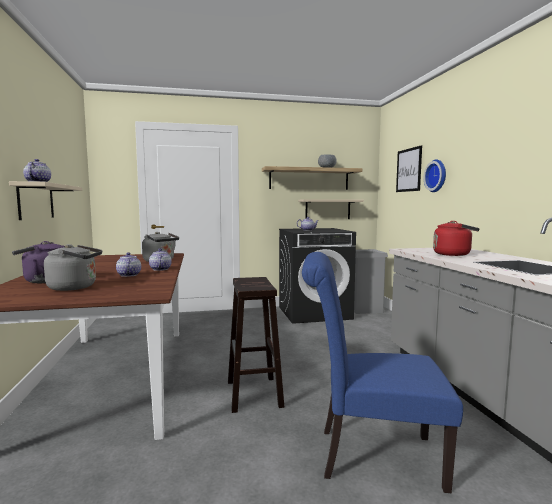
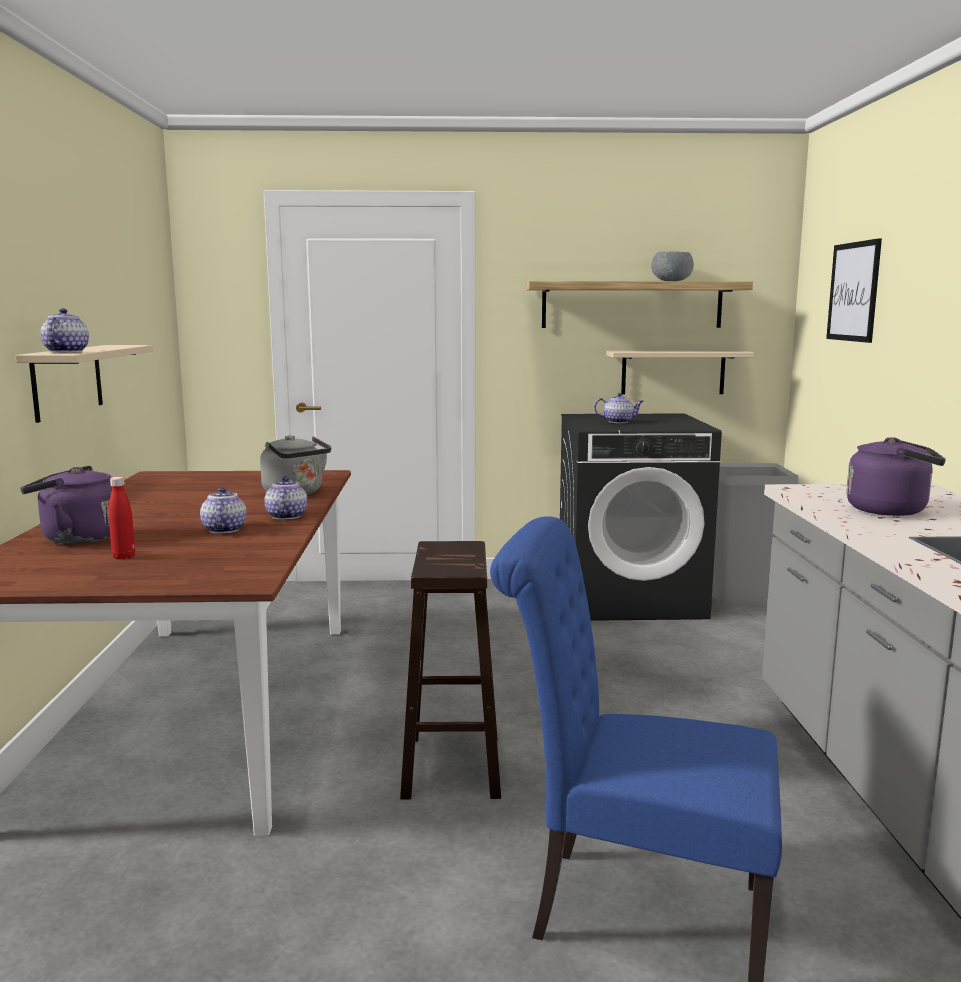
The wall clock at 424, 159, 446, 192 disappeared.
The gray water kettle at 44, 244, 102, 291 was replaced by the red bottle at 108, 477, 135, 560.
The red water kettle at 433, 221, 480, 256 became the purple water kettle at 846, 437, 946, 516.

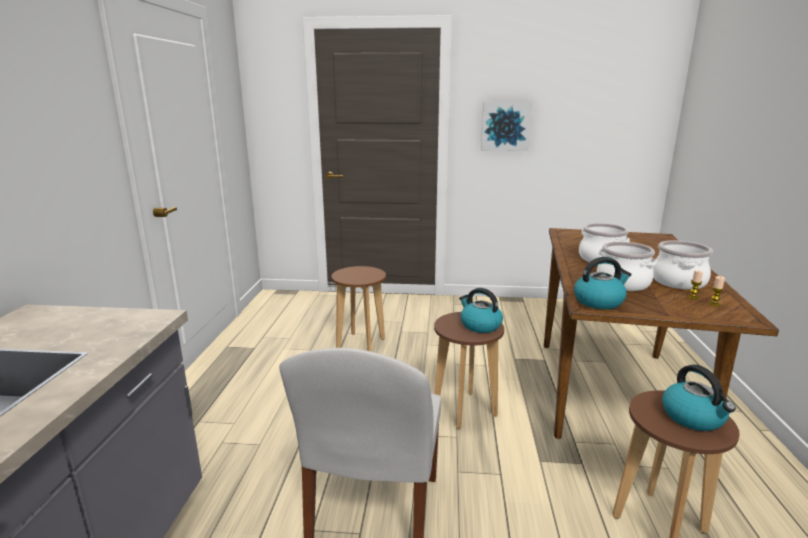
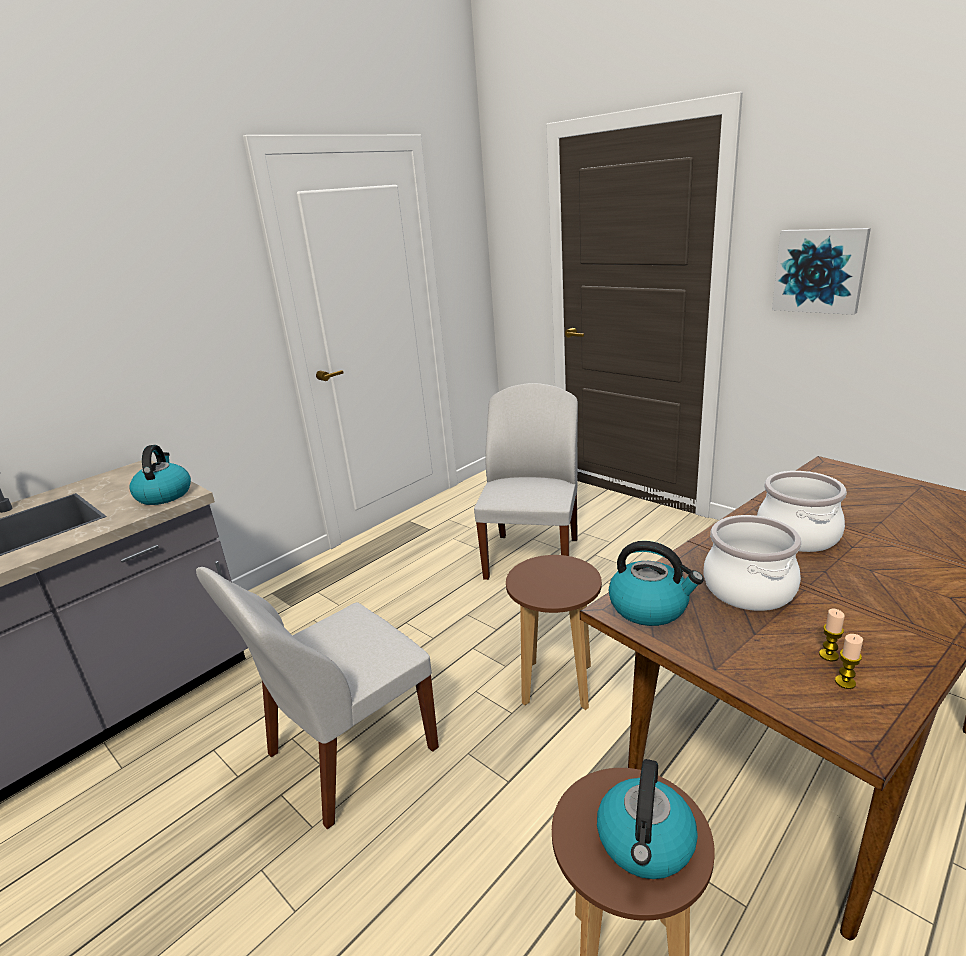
The saucepot at 652, 240, 713, 290 disappeared.
The water kettle moved from 459, 288, 503, 333 to 129, 445, 191, 505.
The brownish sitting stool at 332, 266, 386, 352 was replaced by the white-coloured plain chair at 474, 383, 578, 580.

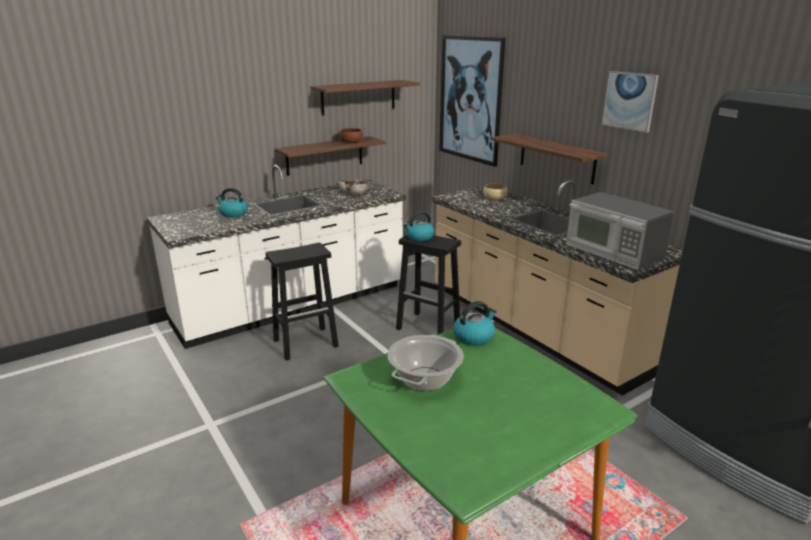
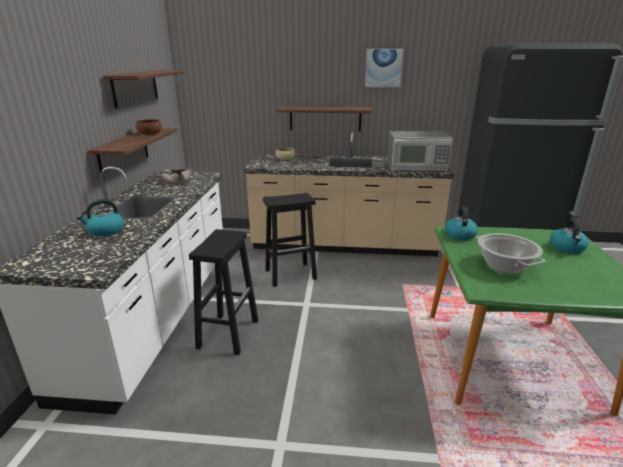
The wall art at 439, 35, 506, 167 disappeared.
The water kettle moved from 403, 211, 434, 241 to 550, 217, 589, 253.

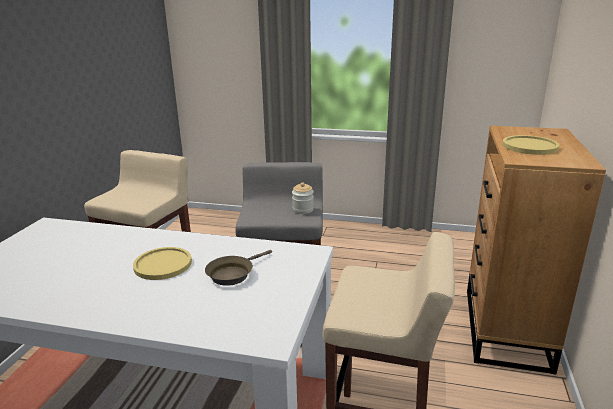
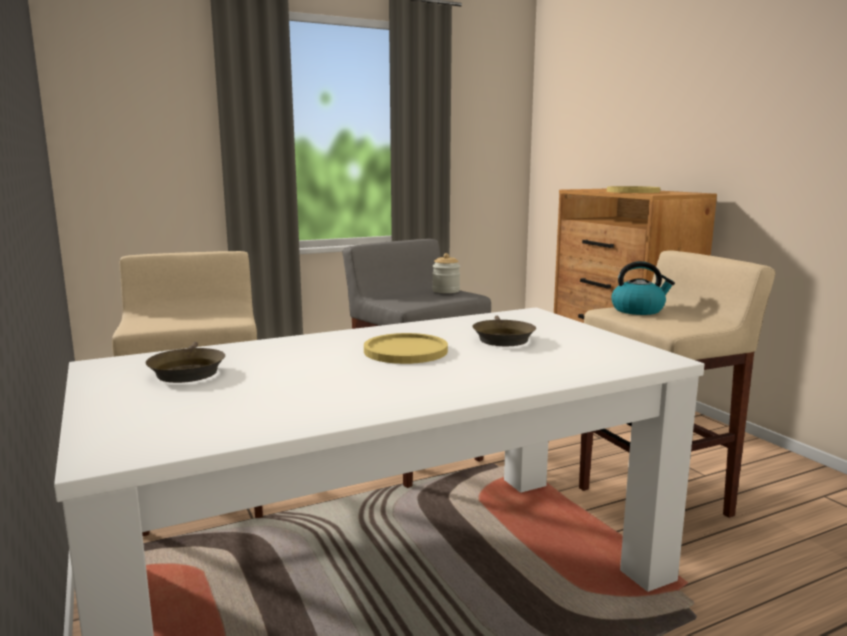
The brownish pan at 146, 342, 225, 383 appeared.
The water kettle at 611, 261, 675, 315 appeared.

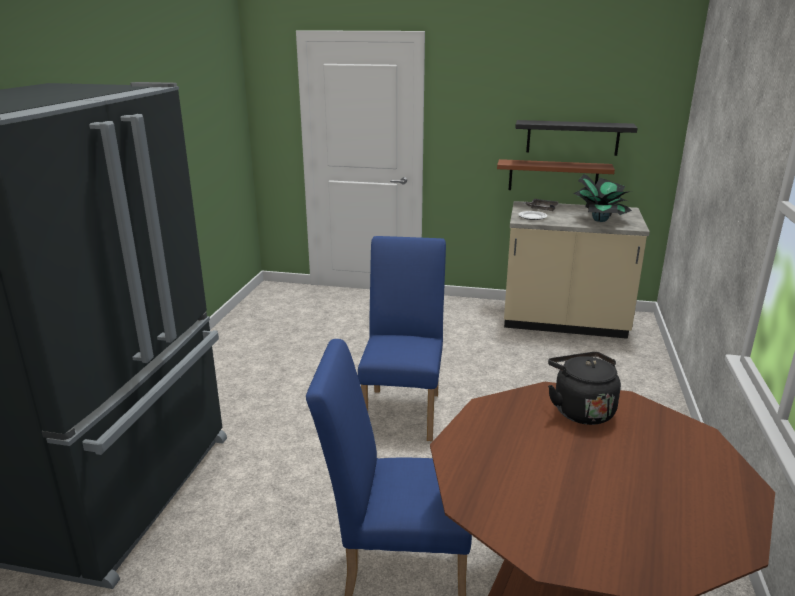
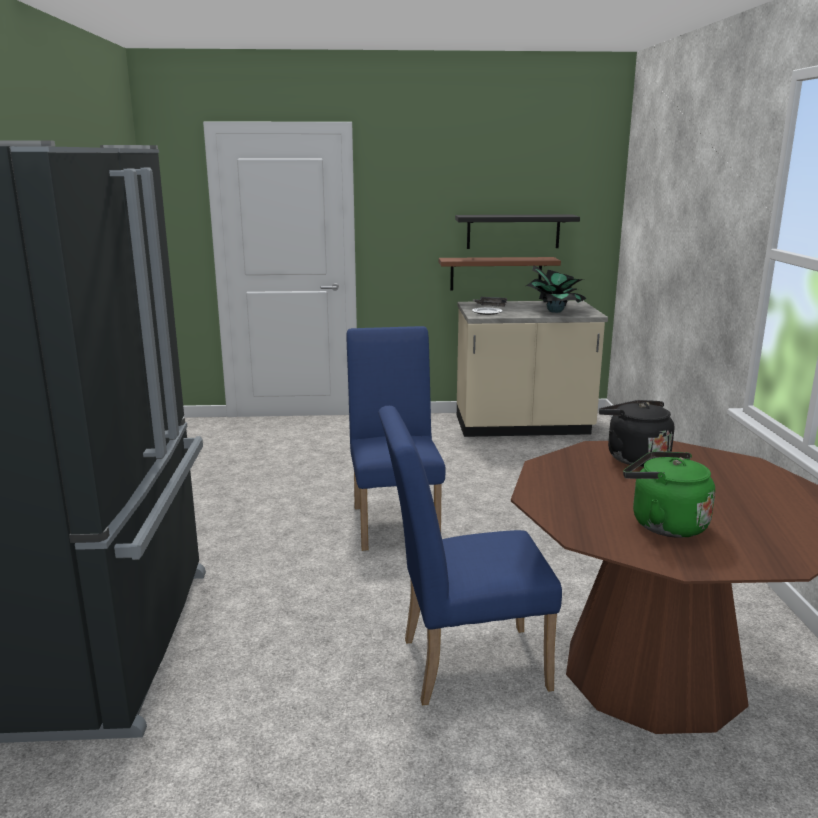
The greenish water kettle at 623, 451, 715, 538 appeared.

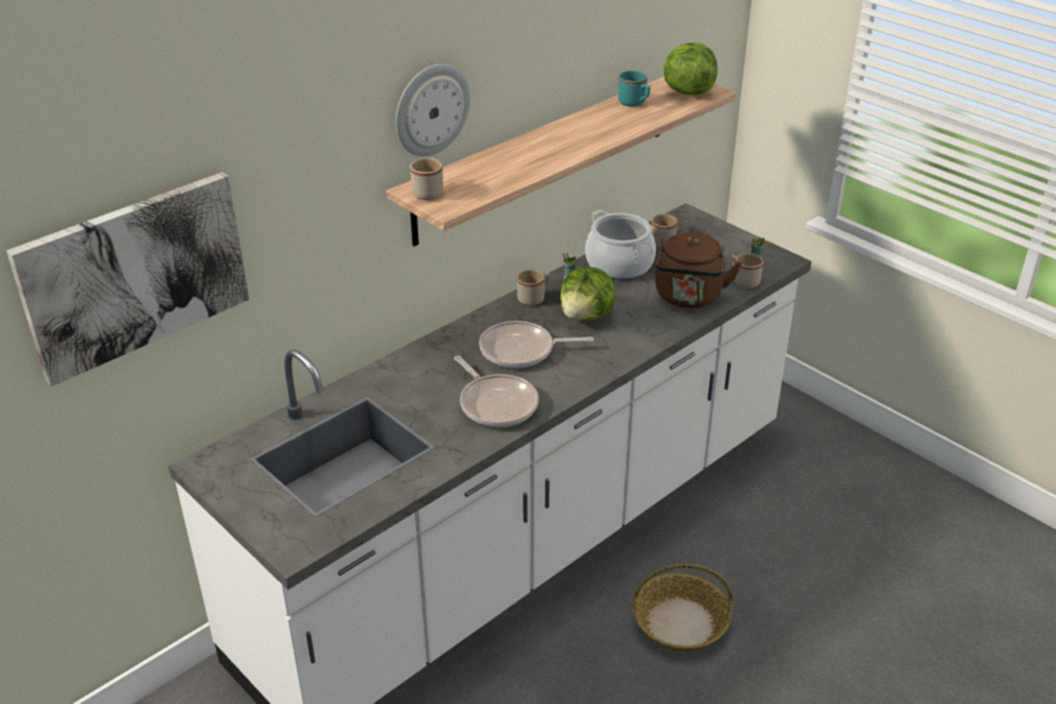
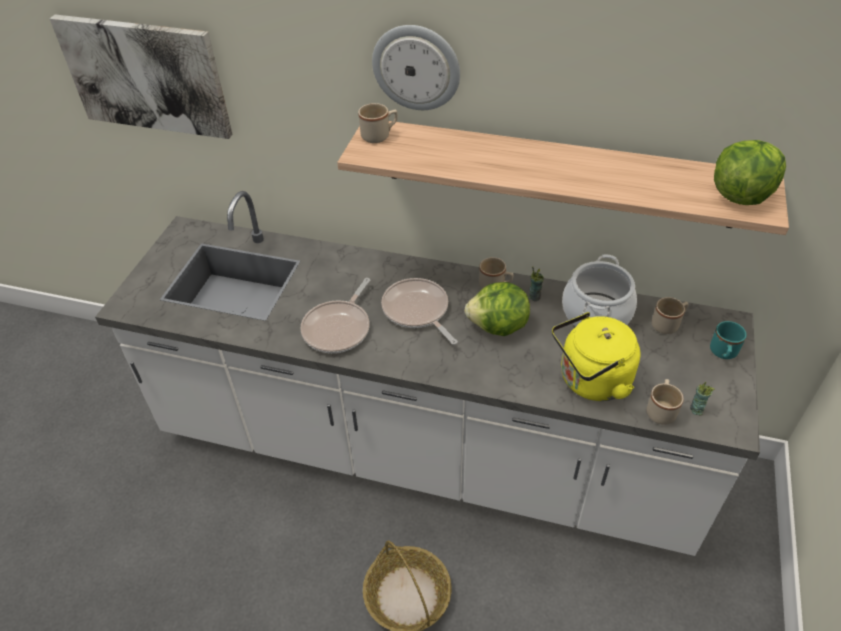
The turquoise coffee mug moved from 618, 71, 650, 107 to 710, 321, 747, 359.
The brownish water kettle at 655, 233, 742, 308 became the yellowish water kettle at 552, 312, 641, 401.

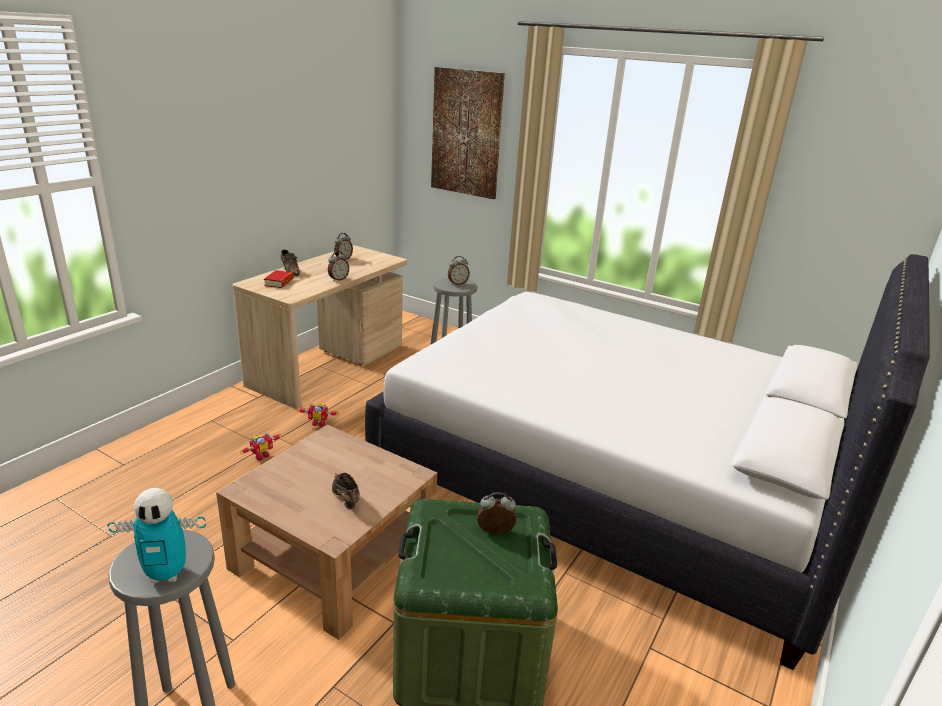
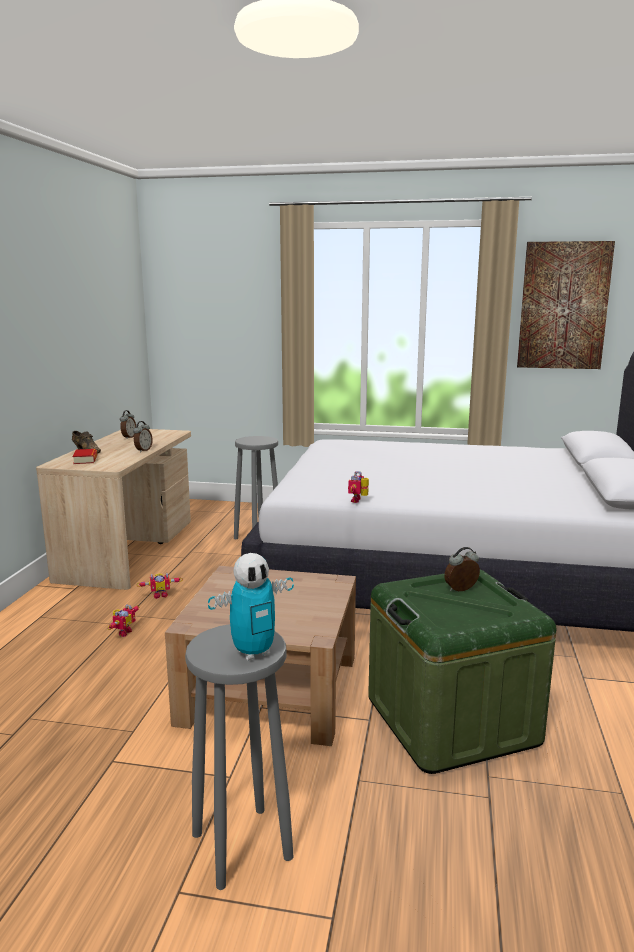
The brownish shoe at 332, 473, 360, 509 disappeared.
The bedside clock at 448, 256, 470, 285 disappeared.
The model robot at 348, 471, 369, 503 appeared.
The wall art moved from 431, 67, 505, 199 to 517, 241, 615, 369.

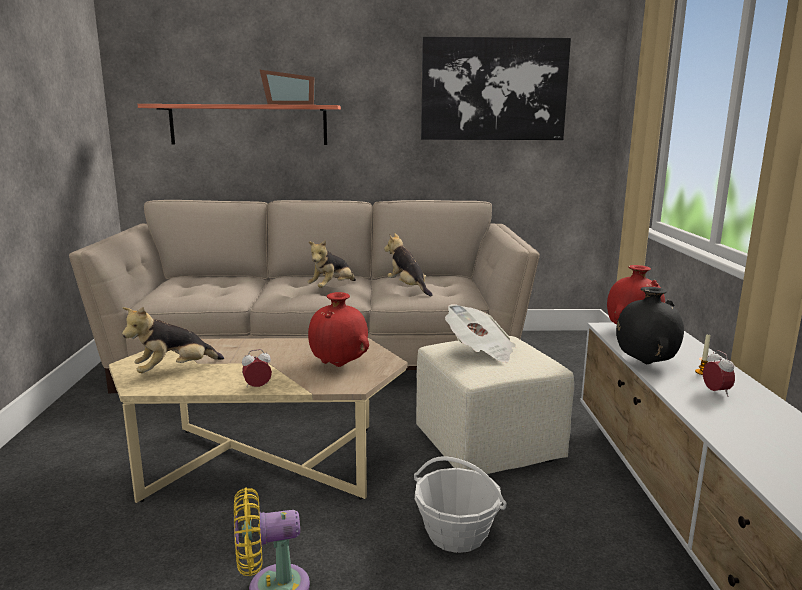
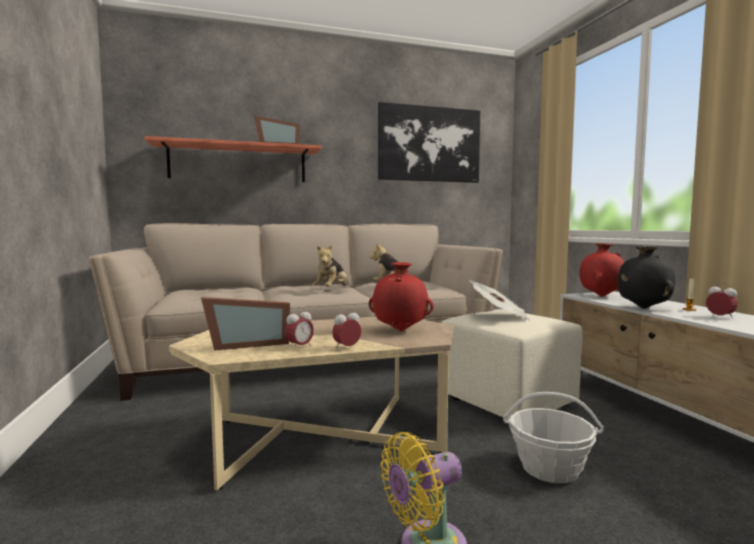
The bedside clock at 285, 308, 314, 350 appeared.
The soft toy at 122, 307, 224, 373 was replaced by the picture frame at 201, 297, 290, 351.

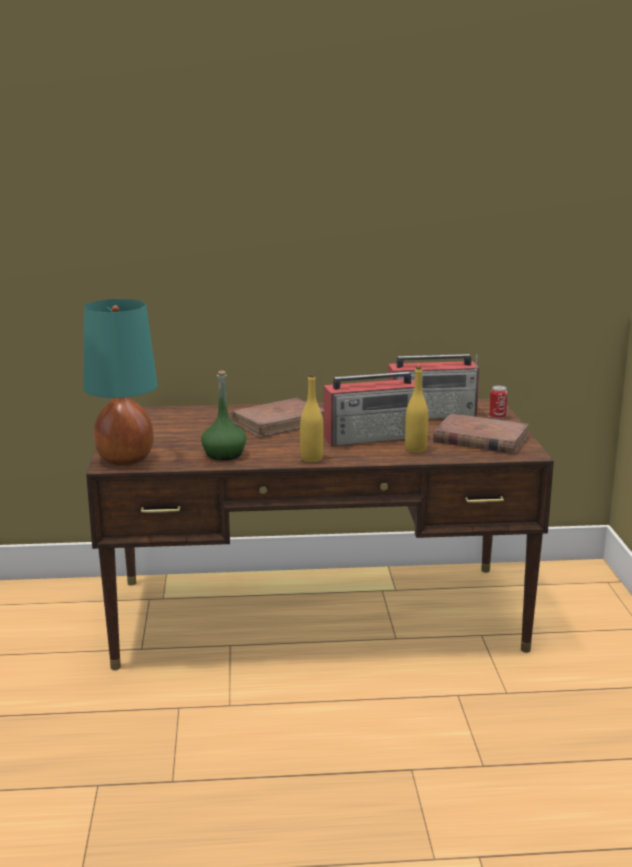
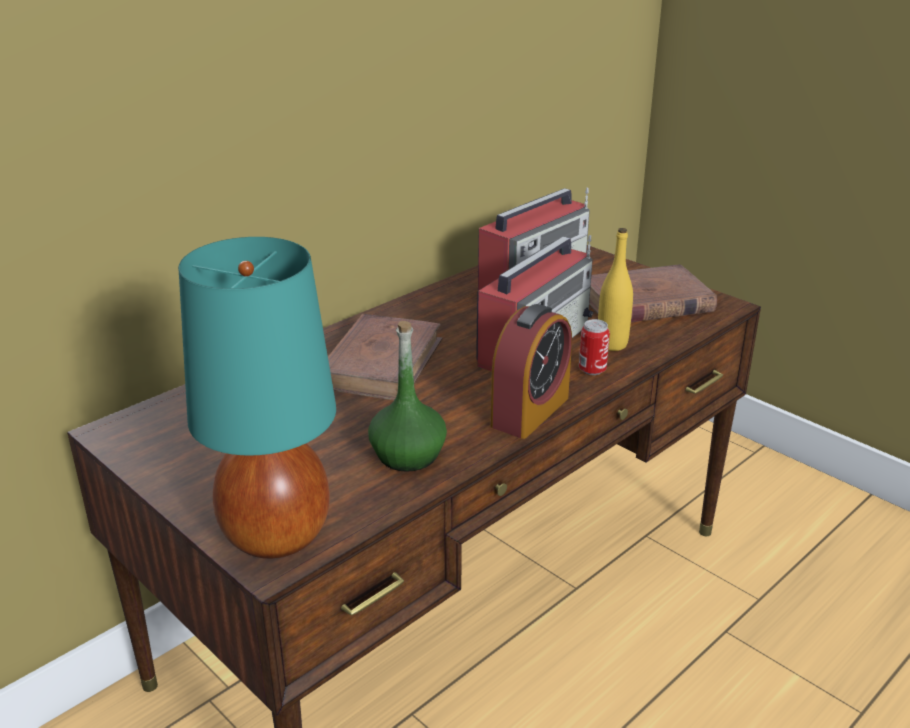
The can moved from 489, 386, 508, 419 to 579, 319, 610, 375.
The yellowish bottle at 300, 374, 323, 462 was replaced by the bedside clock at 491, 304, 572, 439.

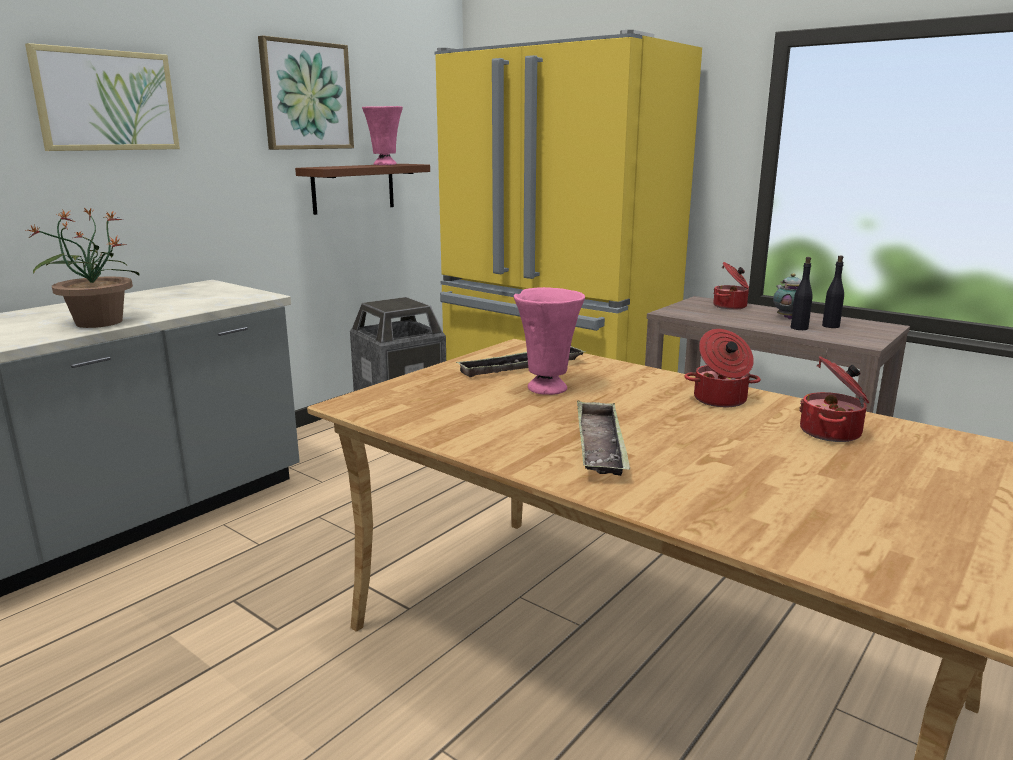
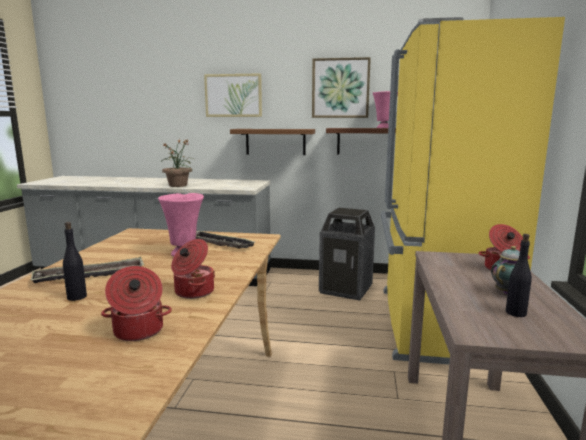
The brownish bracket shelf at 230, 129, 315, 155 appeared.
The black-coloured bottle moved from 791, 257, 813, 330 to 63, 222, 87, 301.

